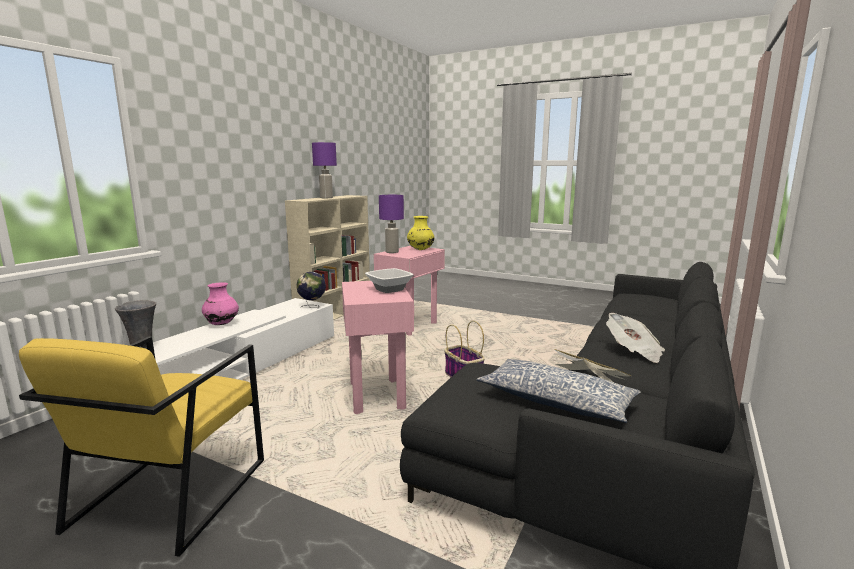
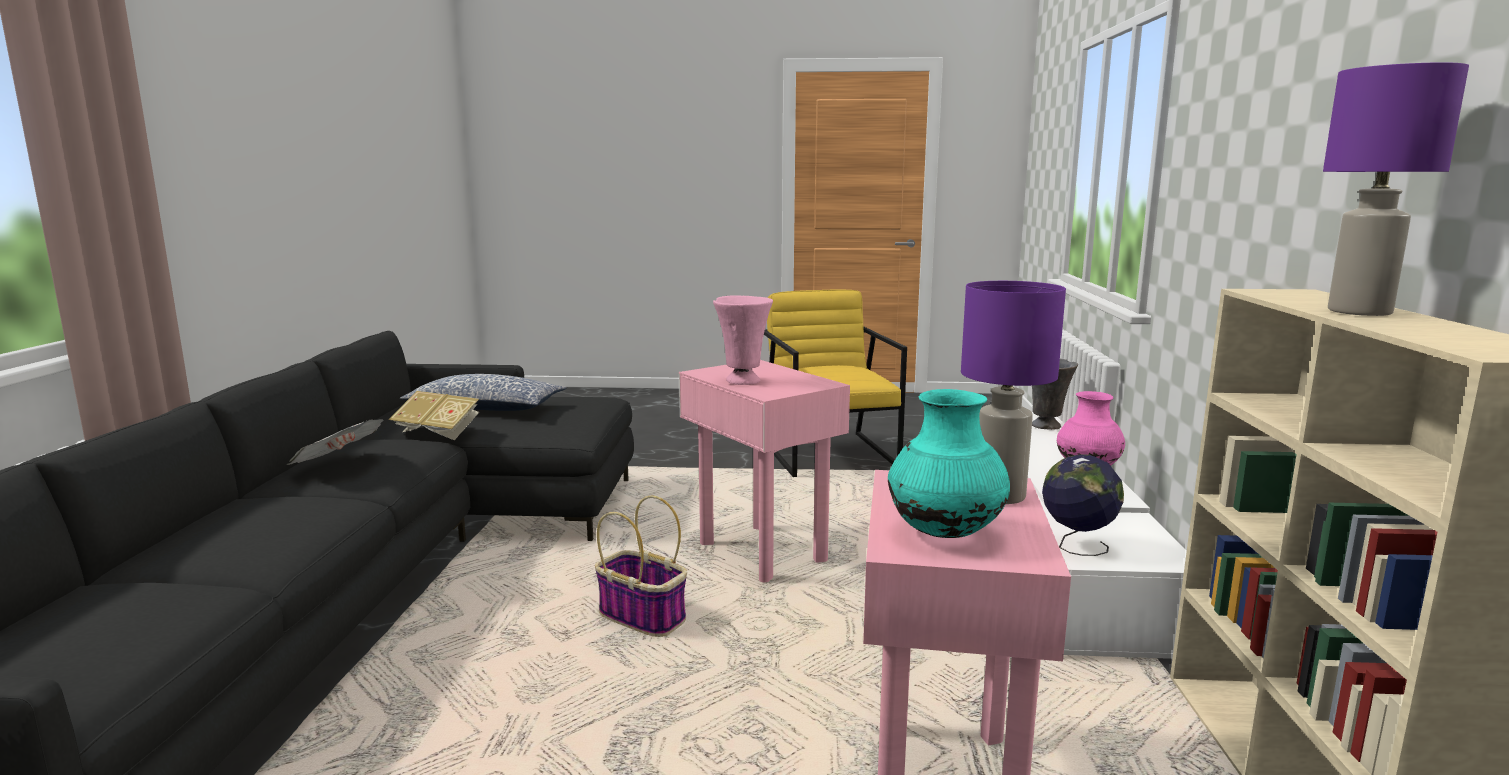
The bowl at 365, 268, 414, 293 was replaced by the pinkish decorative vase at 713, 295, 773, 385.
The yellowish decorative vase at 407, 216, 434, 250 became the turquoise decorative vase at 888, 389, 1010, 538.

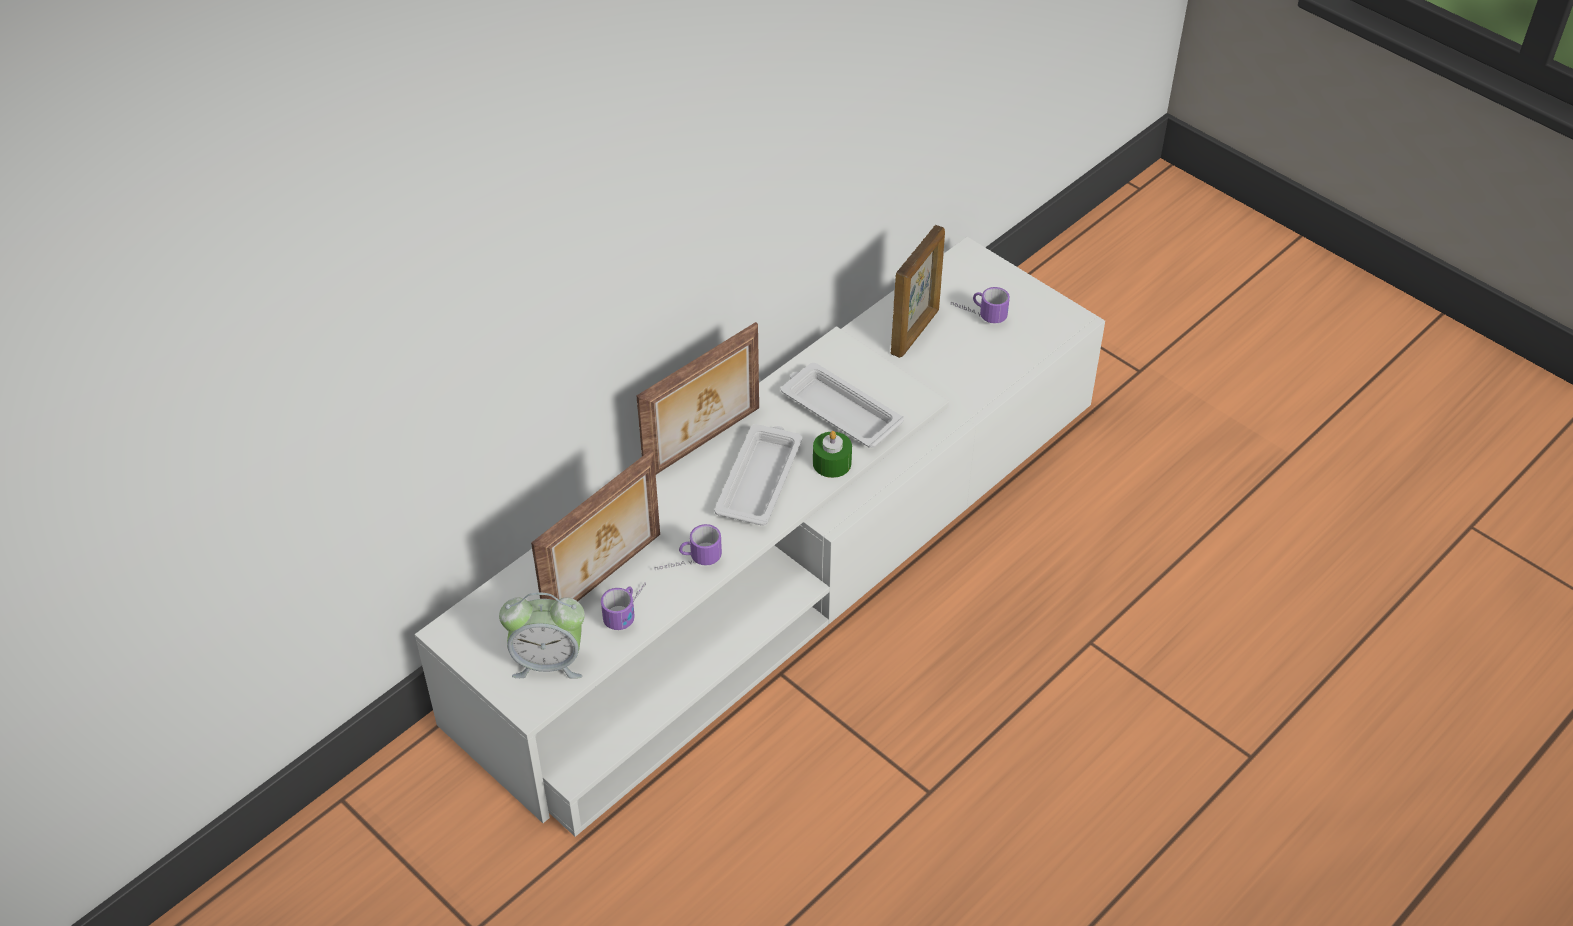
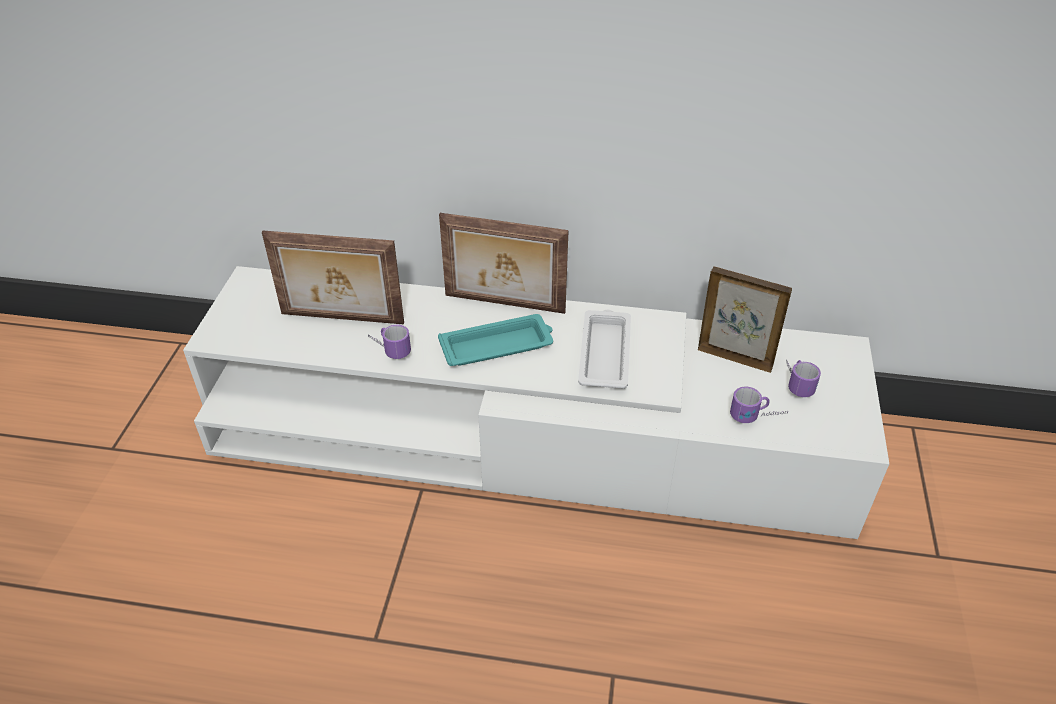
The bedside clock at 499, 592, 585, 679 disappeared.
The greenish wax candle at 813, 431, 852, 478 disappeared.
The coffee mug moved from 601, 582, 646, 630 to 730, 387, 788, 423.
The white-coloured carrying tray at 714, 424, 802, 526 became the turquoise carrying tray at 438, 314, 553, 366.
The picture frame at 891, 225, 945, 358 turned 150 degrees counterclockwise.

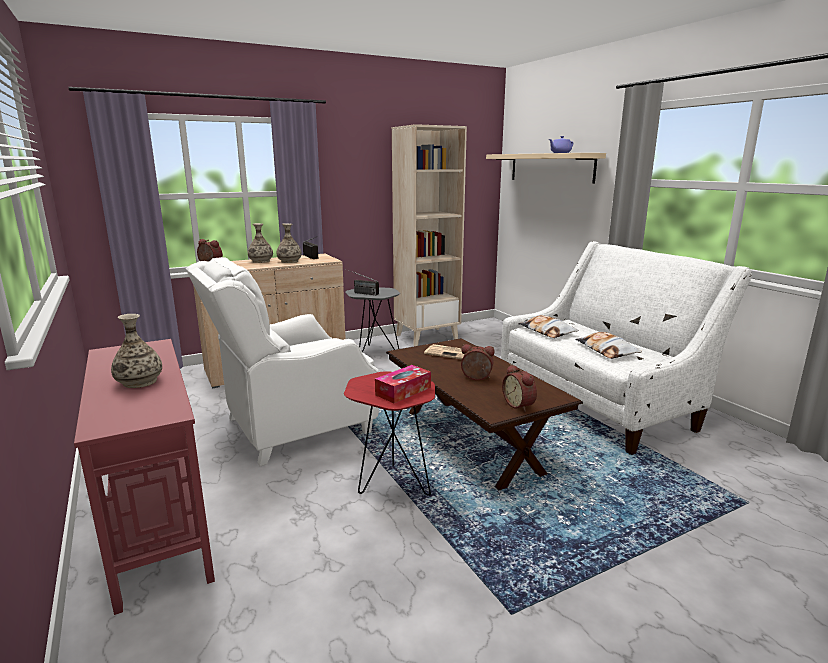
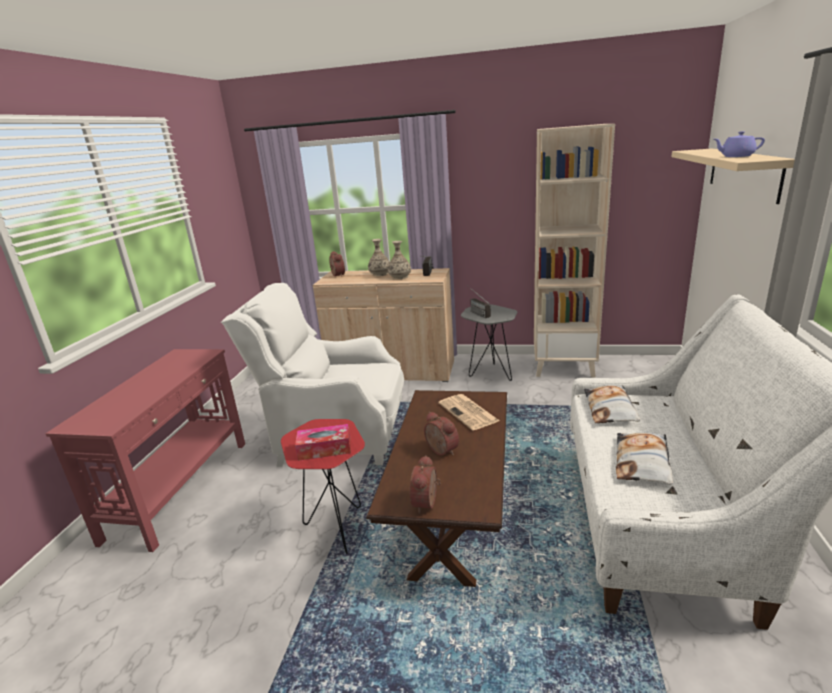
The decorative vase at 111, 314, 162, 388 disappeared.

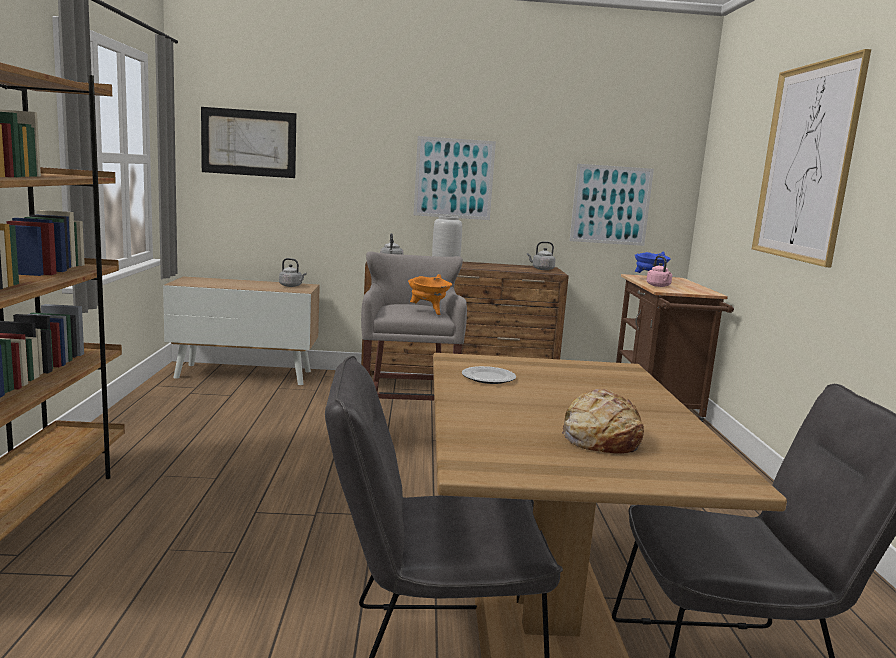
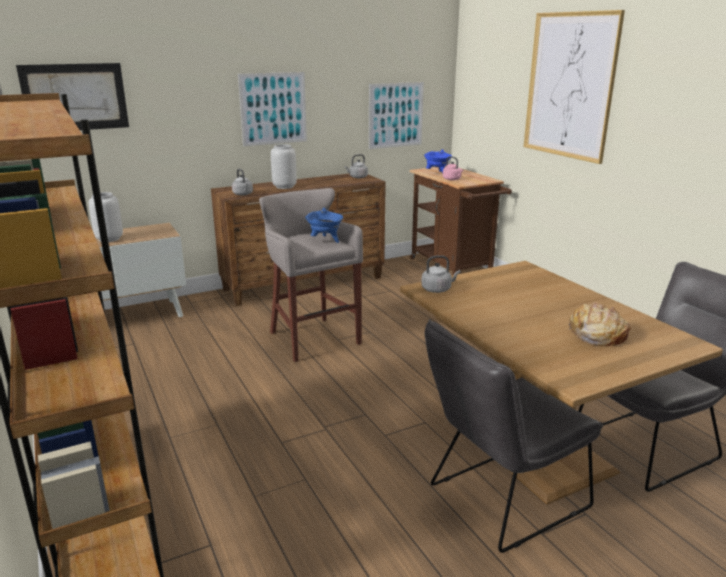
The flat dish at 462, 366, 516, 384 disappeared.
The gray decorative vase at 89, 192, 123, 242 appeared.
The gray water kettle moved from 279, 258, 307, 287 to 421, 255, 461, 293.
The orangey saucepot at 408, 274, 452, 315 became the blue-coloured saucepot at 305, 207, 343, 243.

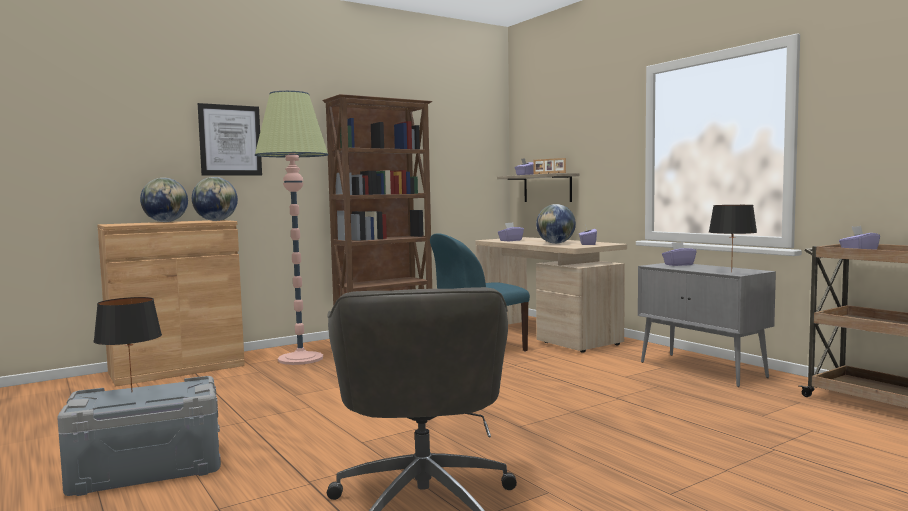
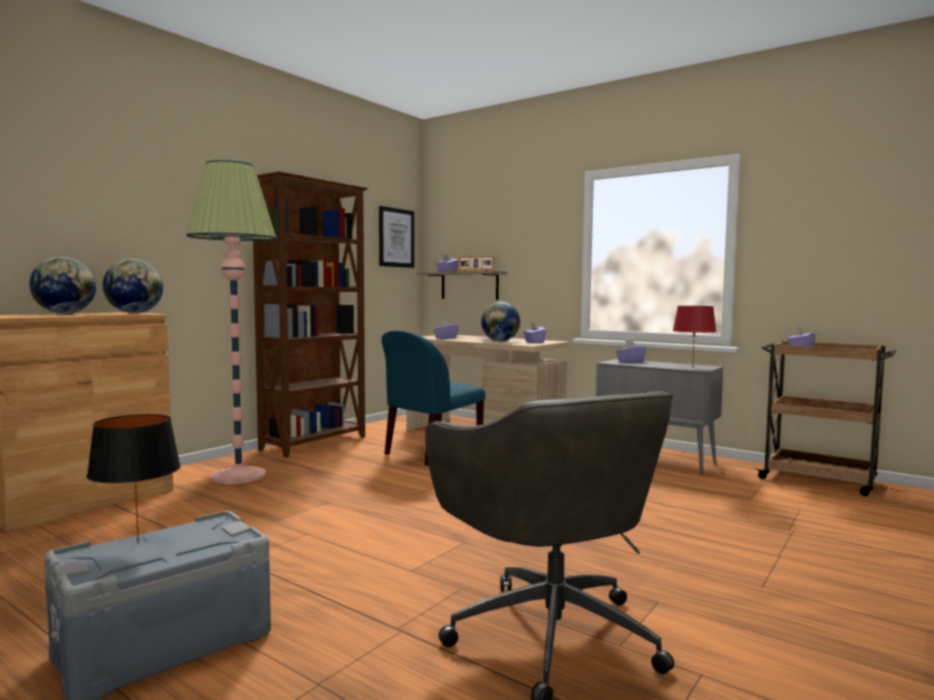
The wall art moved from 198, 103, 262, 175 to 379, 206, 414, 268.
The black-coloured tabletop lamp at 709, 205, 757, 273 became the red tabletop lamp at 673, 306, 716, 369.

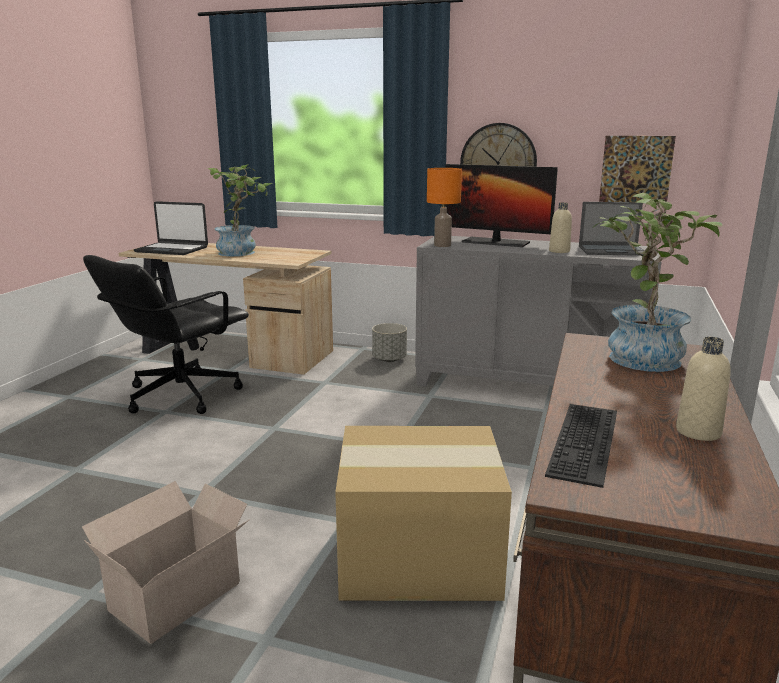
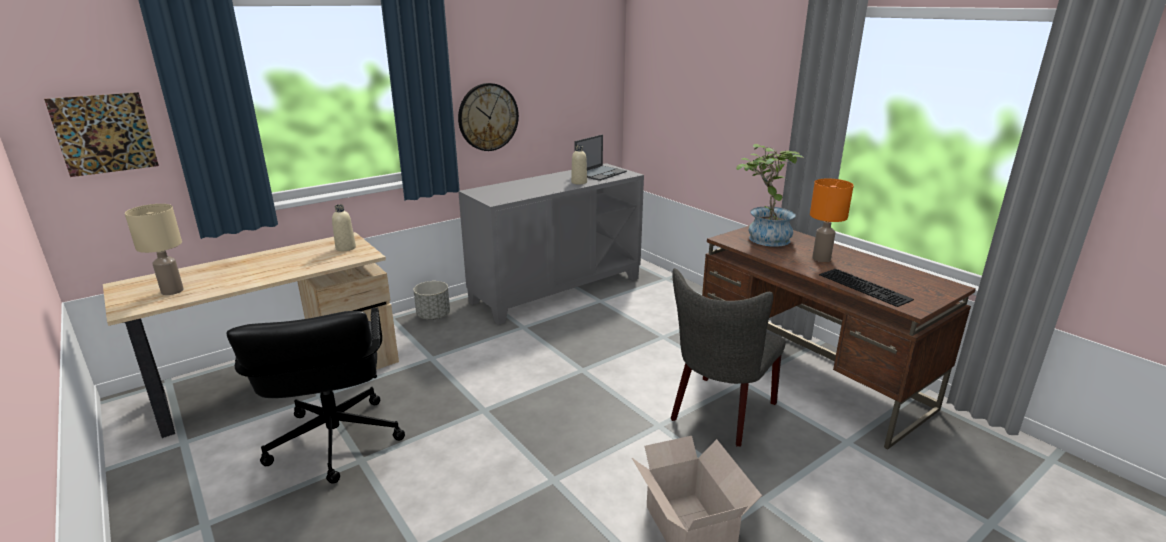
The houseplant at 208, 164, 273, 256 disappeared.
The computer screen at 445, 164, 558, 247 disappeared.
The orangey tabletop lamp moved from 427, 168, 462, 247 to 810, 178, 854, 262.
The wall art moved from 599, 136, 676, 204 to 44, 92, 159, 177.
The sand-coloured bottle moved from 676, 337, 731, 441 to 332, 204, 356, 251.
The portable computer at 134, 201, 208, 255 was replaced by the sand-coloured tabletop lamp at 125, 204, 184, 295.
The cardboard box at 335, 426, 512, 601 was replaced by the gray plain chair at 671, 268, 786, 447.

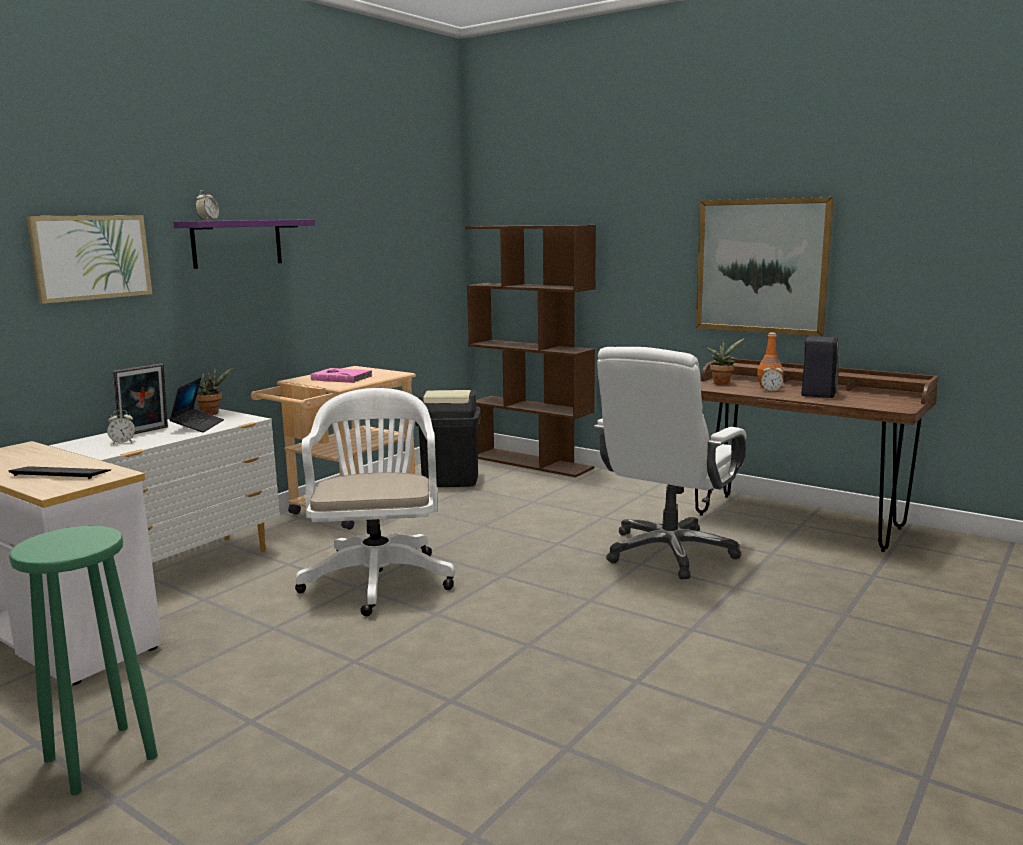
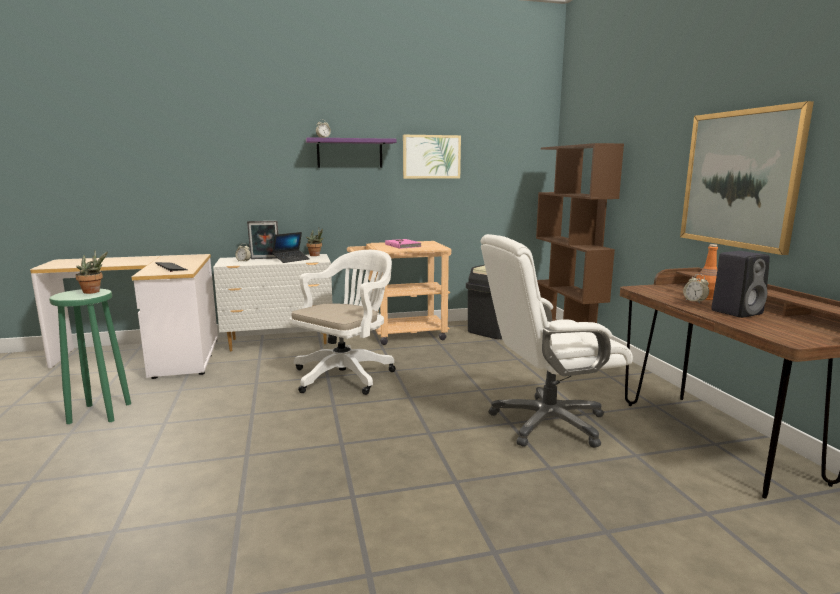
The wall art moved from 26, 215, 152, 304 to 403, 135, 461, 179.
The houseplant moved from 706, 338, 744, 385 to 75, 250, 108, 294.

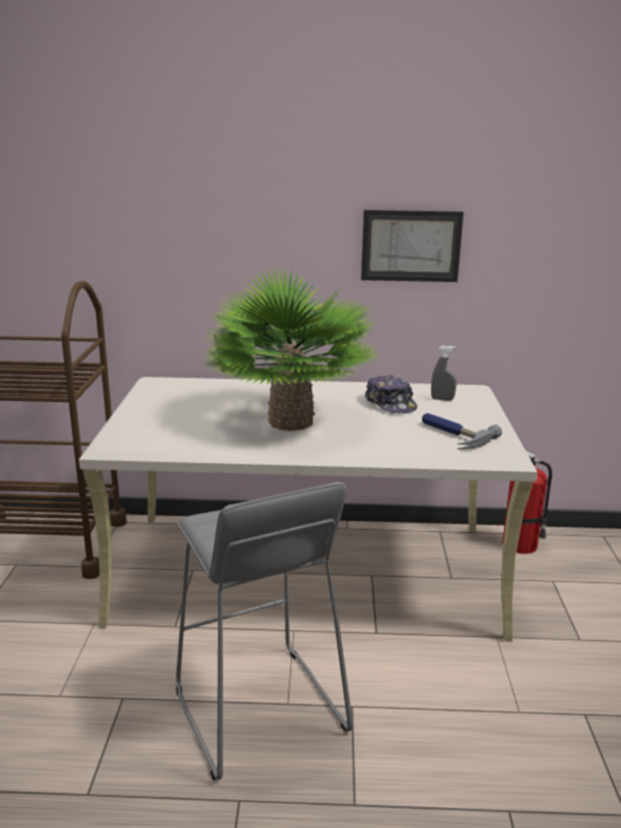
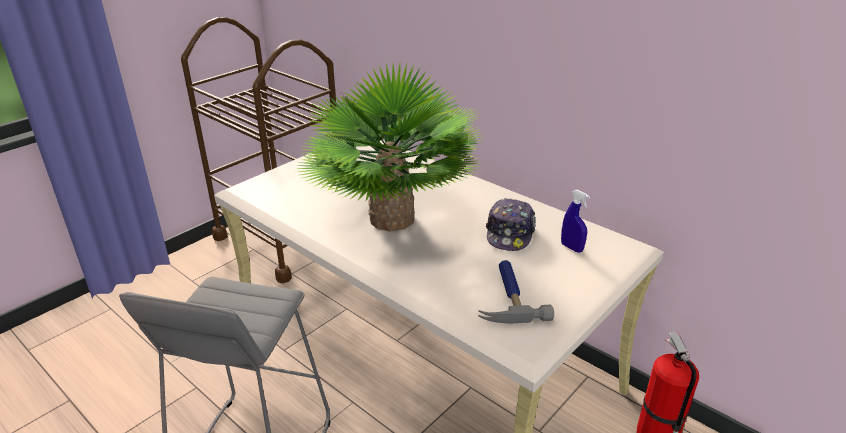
The wall art at 361, 210, 464, 282 disappeared.
The gray hand sprayer at 431, 346, 457, 401 became the blue-coloured hand sprayer at 561, 190, 590, 253.

